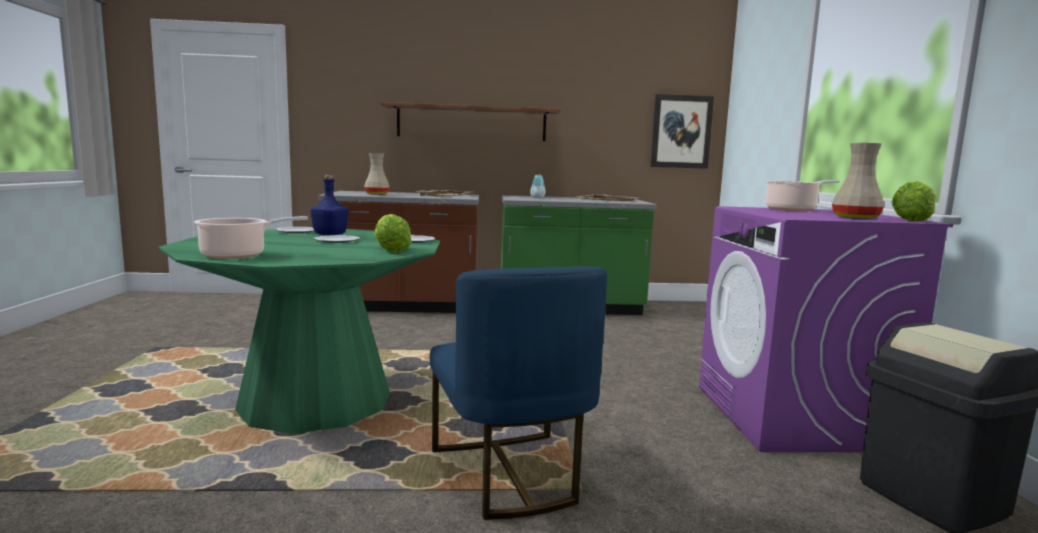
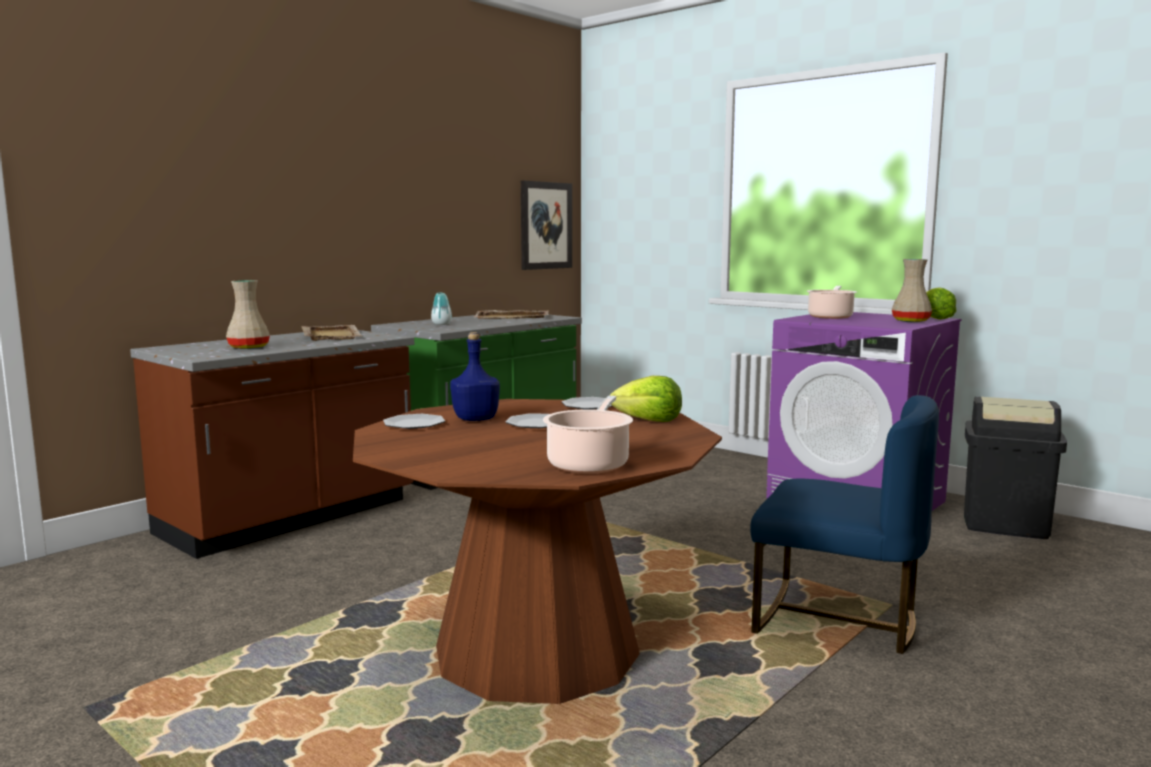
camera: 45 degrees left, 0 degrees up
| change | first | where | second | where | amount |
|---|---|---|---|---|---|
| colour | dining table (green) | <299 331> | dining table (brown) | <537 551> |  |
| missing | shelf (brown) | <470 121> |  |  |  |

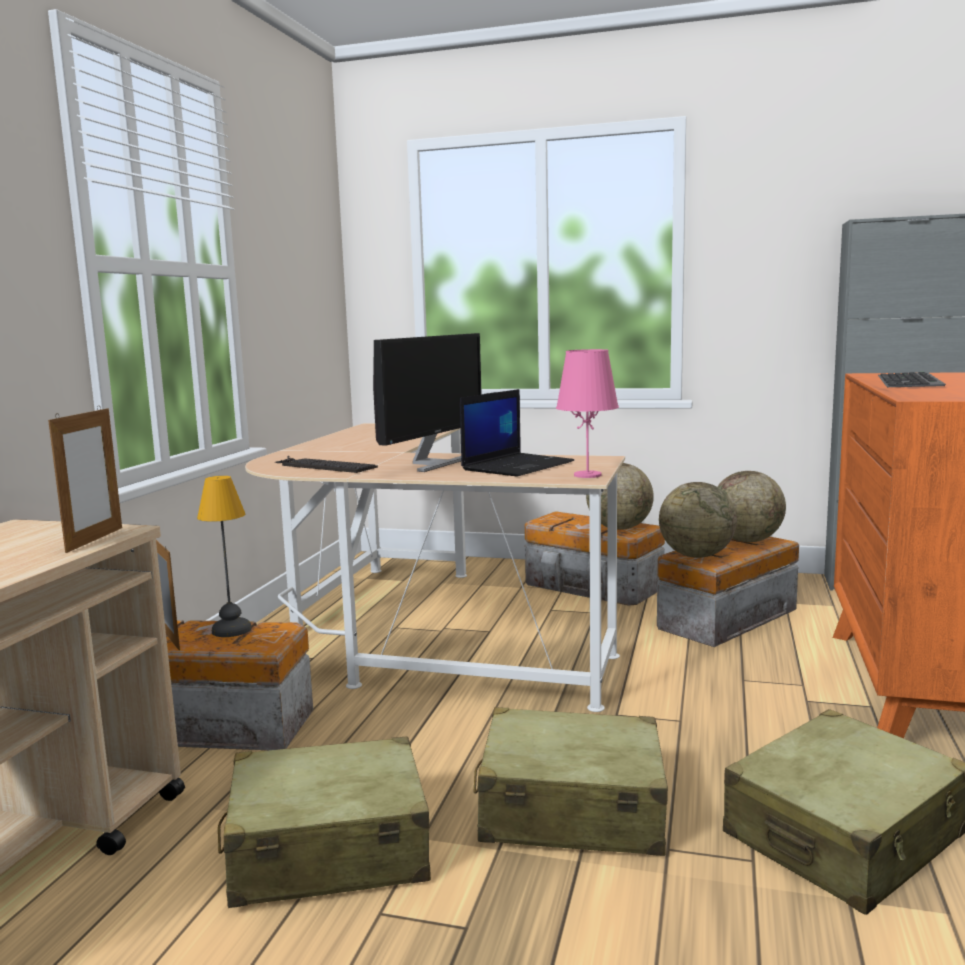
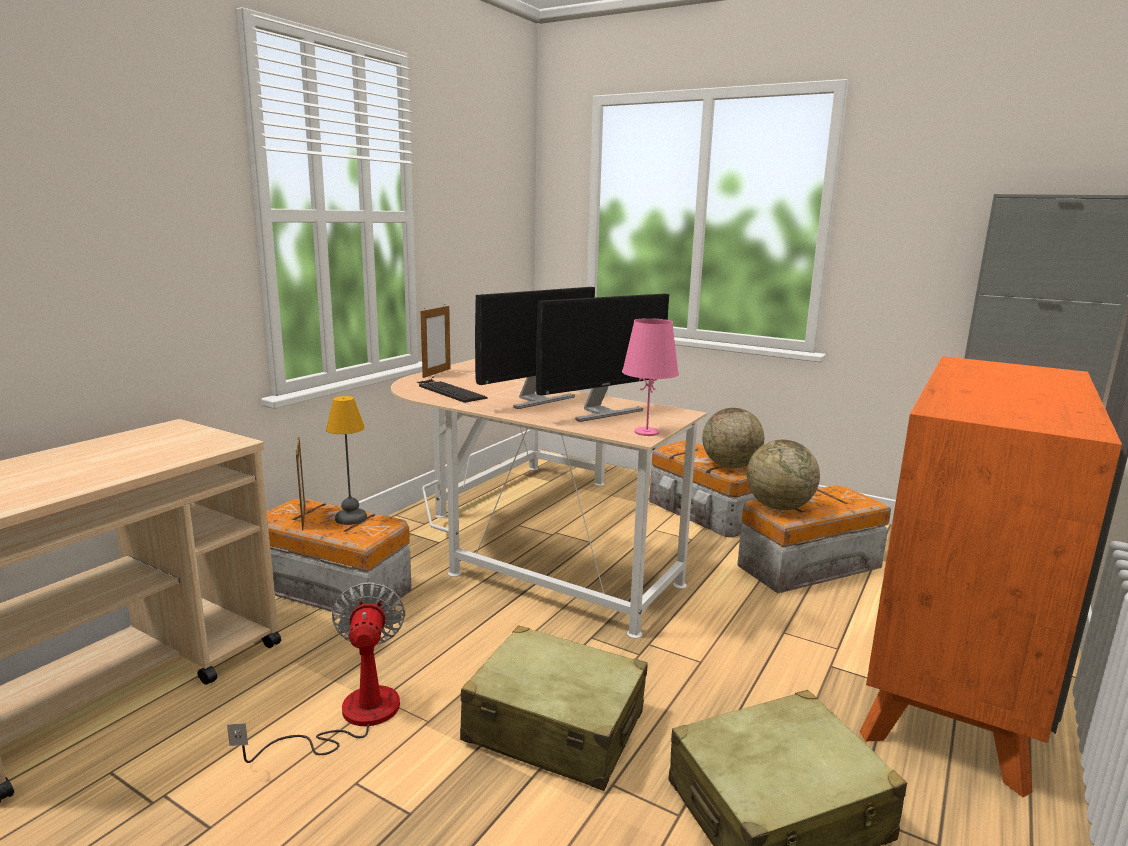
camera: 15 degrees right, 5 degrees up
| change | first | where | second | where | amount |
|---|---|---|---|---|---|
| exchanged | suitcase (beige) | <324 822> | fan | <316 672> |  |
| relocated | picture frame | <85 479> |  | <436 342> |  |
| exchanged | laptop | <517 432> | monitor | <602 358> |  |
| missing | globe | <751 506> |  |  |  |
| missing | keyboard | <912 379> |  |  |  |

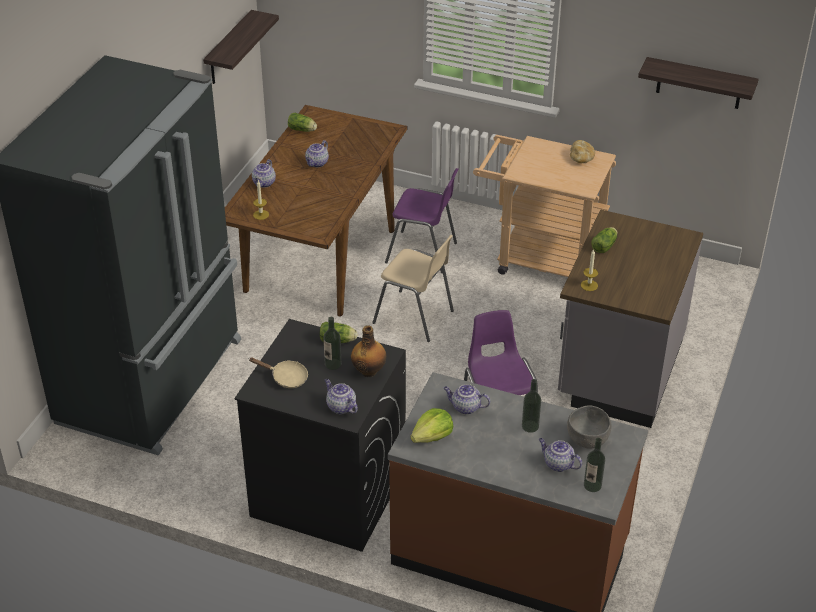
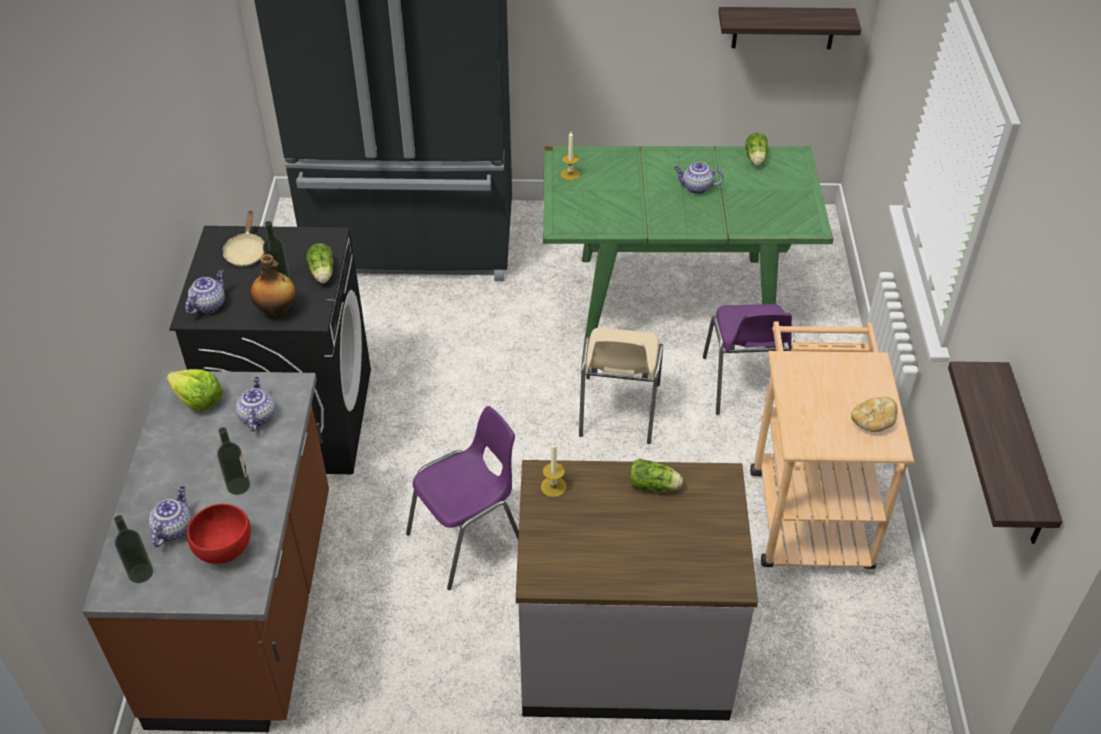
camera: 70 degrees right, 5 degrees up
| change | first | where | second | where | amount |
|---|---|---|---|---|---|
| colour | bowl (grey) | <589 427> | bowl (red) | <219 534> |  |
| colour | dining table (brown) | <316 210> | dining table (green) | <688 247> |  |
| missing | teapot | <264 173> |  |  |  |

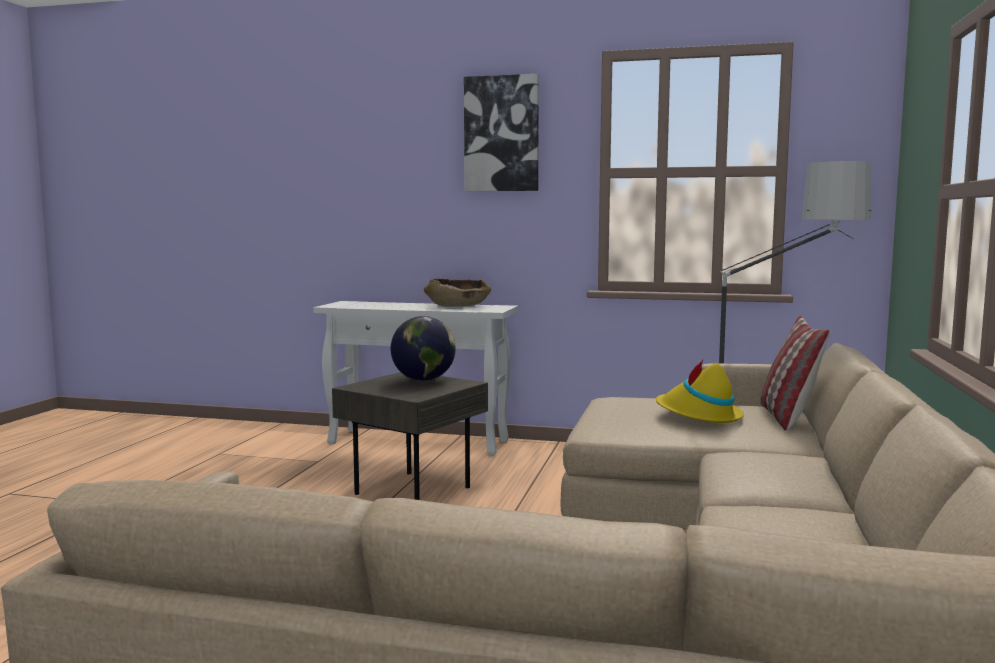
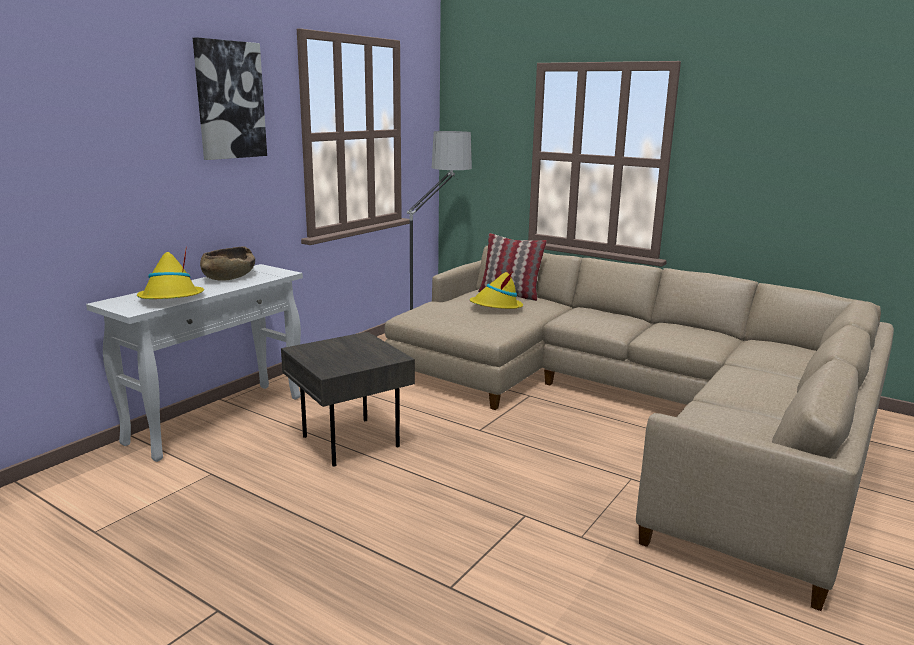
camera: 70 degrees left, 10 degrees up
| change | first | where | second | where | amount |
|---|---|---|---|---|---|
| appeared |  |  | hat (yellow) | <170 272> |  |
| missing | globe | <423 348> |  |  |  |

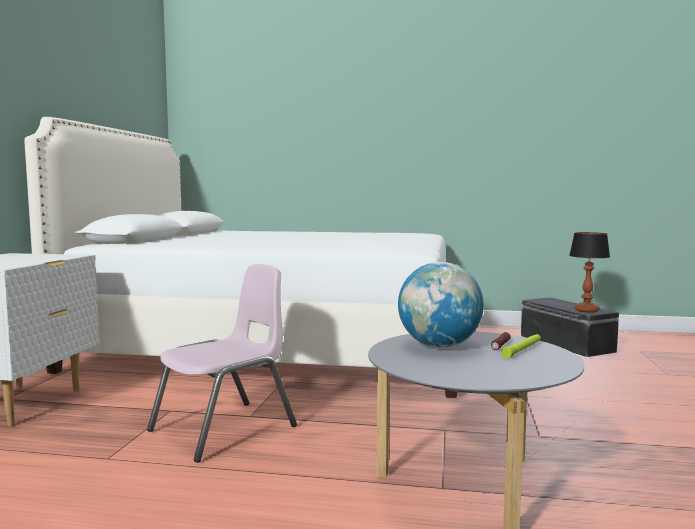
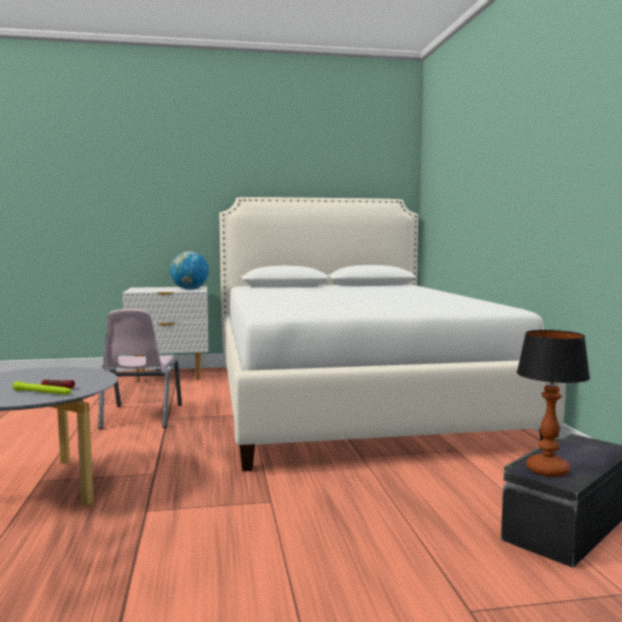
camera: 70 degrees right, 0 degrees up
| change | first | where | second | where | amount |
|---|---|---|---|---|---|
| spun | chair (pink) | <222 363> |  | <140 369> | 60 degrees clockwise |
| relocated | globe | <441 304> |  | <189 270> |  |

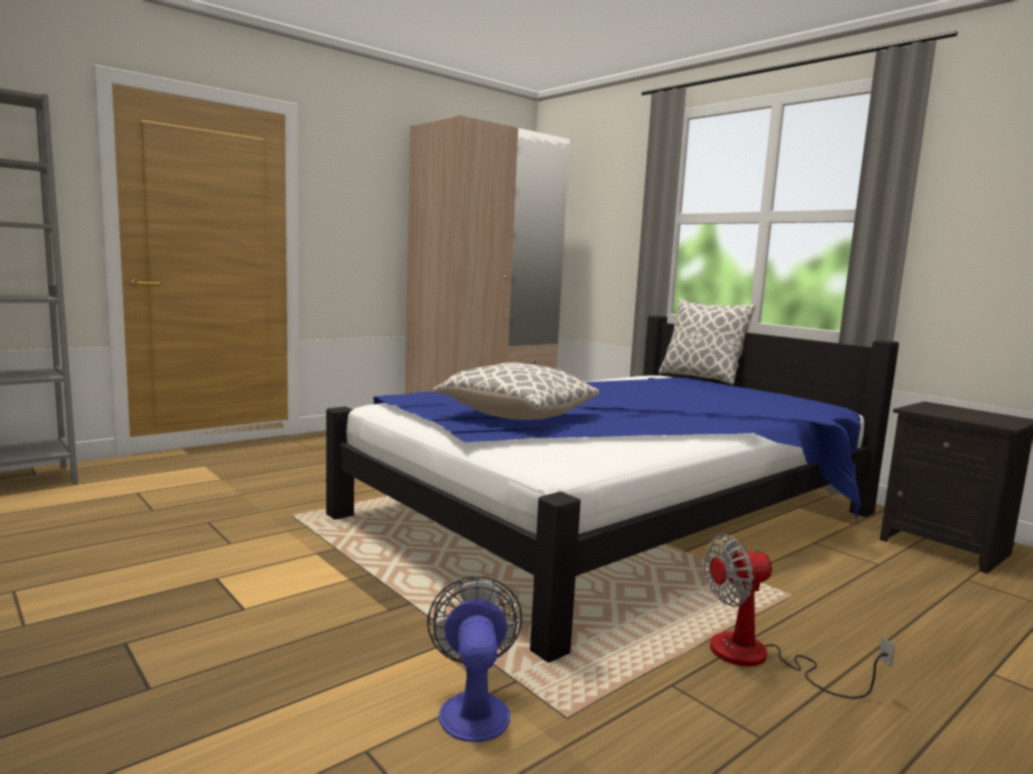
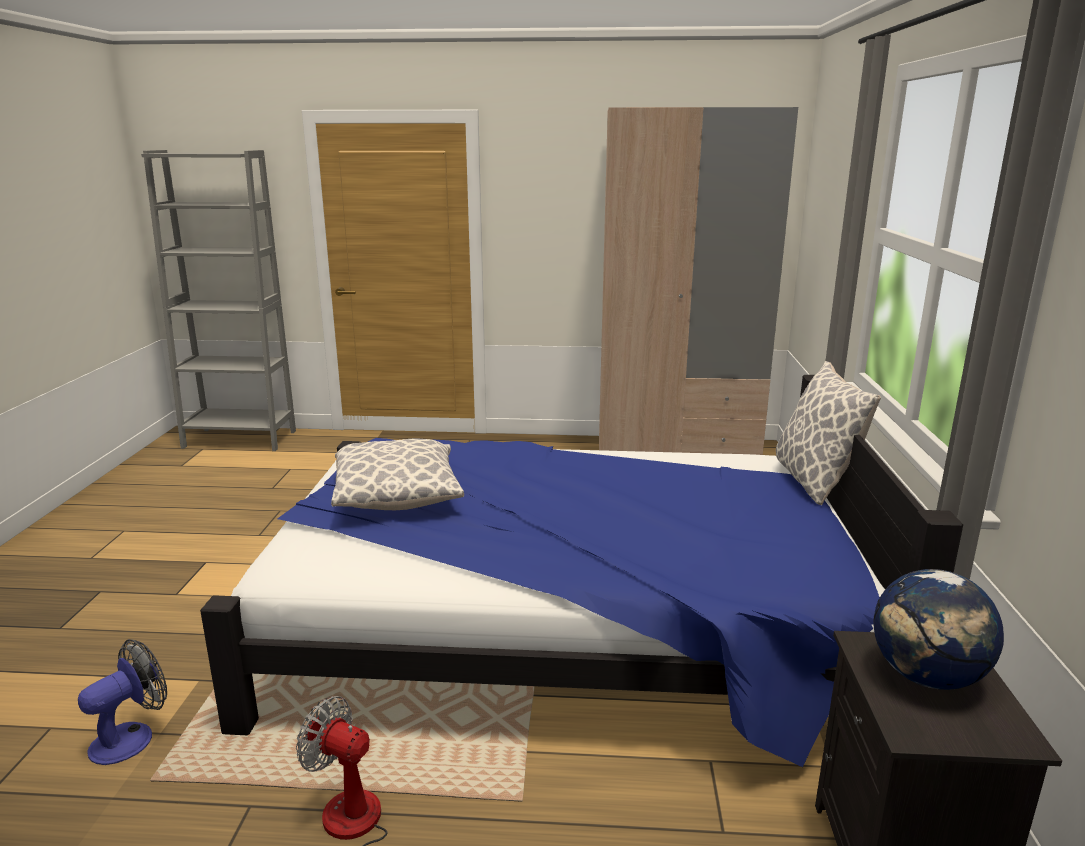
camera: 45 degrees right, 10 degrees up
| change | first | where | second | where | amount |
|---|---|---|---|---|---|
| appeared |  |  | globe | <938 629> |  |

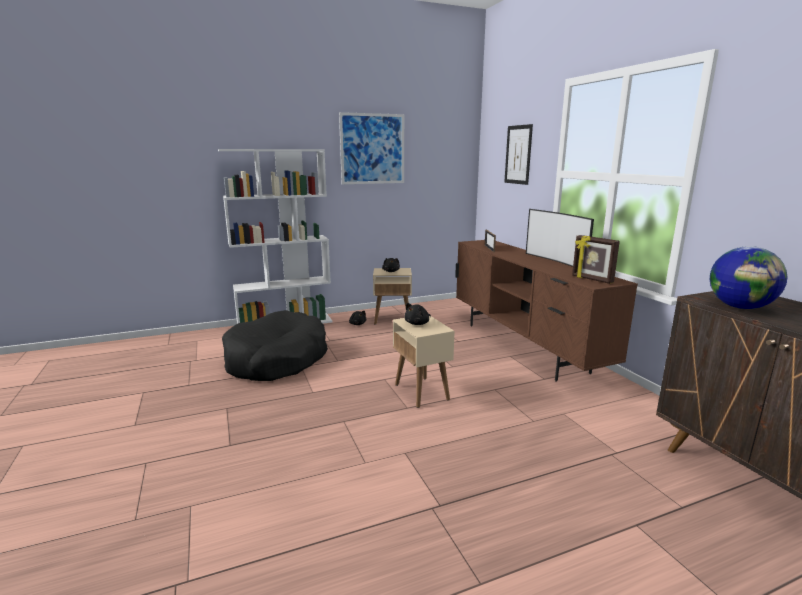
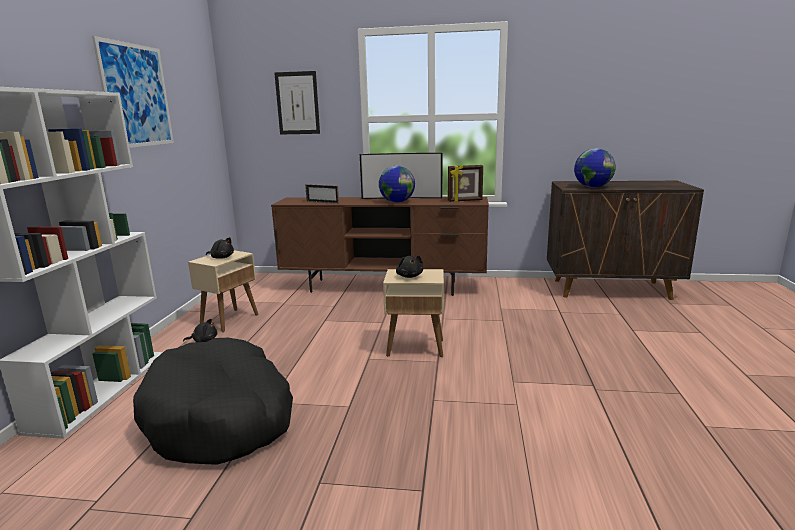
camera: 60 degrees left, 0 degrees up
| change | first | where | second | where | amount |
|---|---|---|---|---|---|
| appeared |  |  | globe | <397 184> |  |

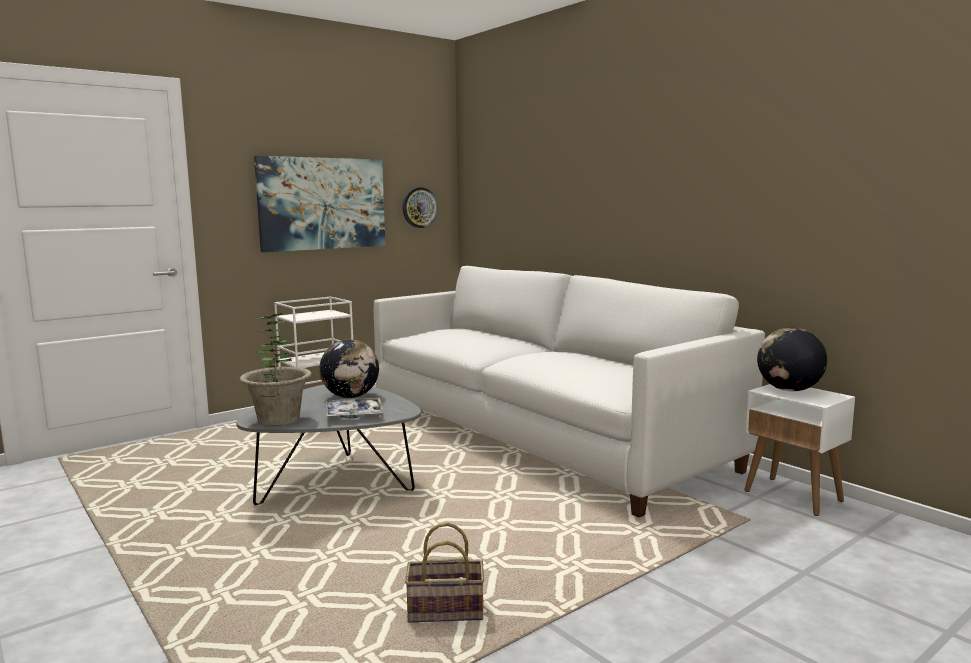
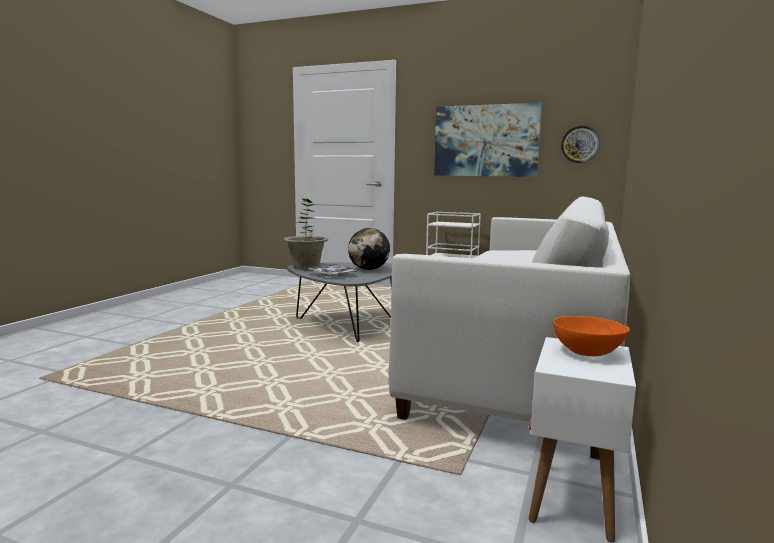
camera: 60 degrees right, 0 degrees up
| change | first | where | second | where | amount |
|---|---|---|---|---|---|
| exchanged | globe | <792 359> | bowl (orange) | <591 336> |  |
| missing | basket | <444 572> |  |  |  |

